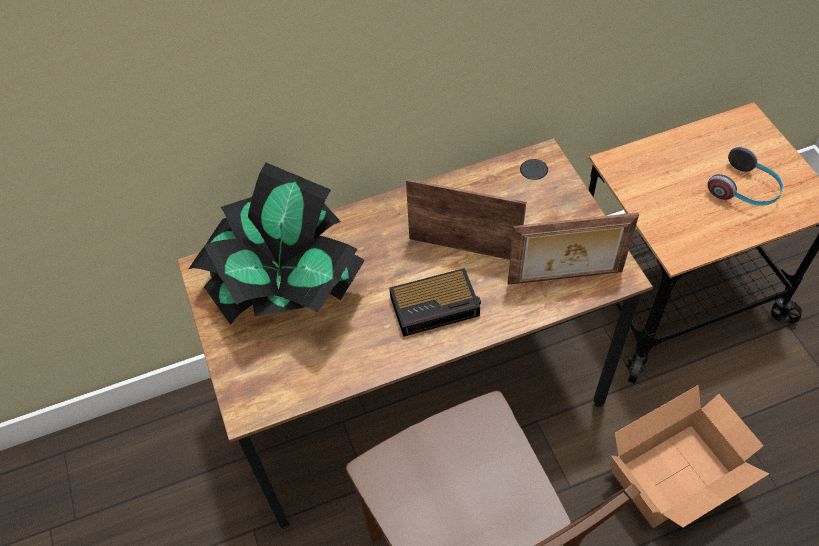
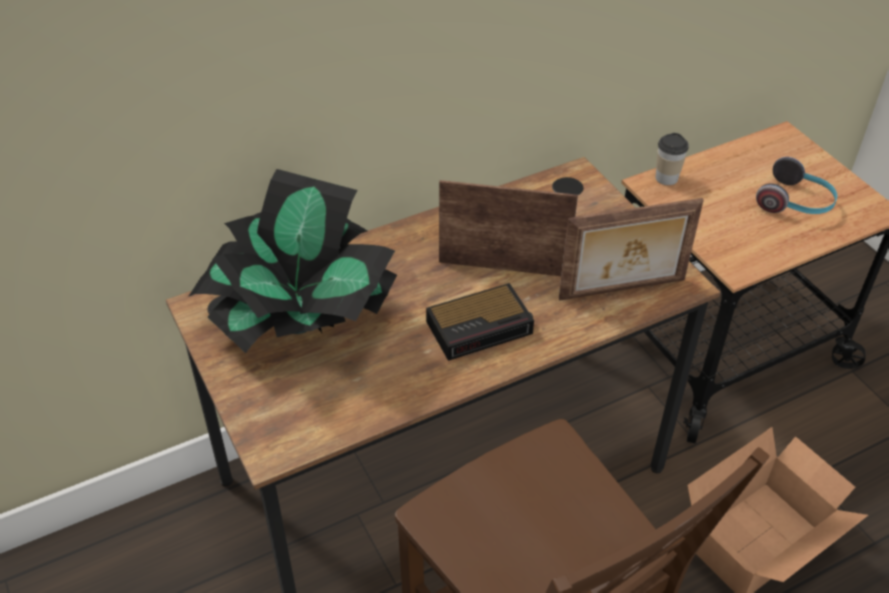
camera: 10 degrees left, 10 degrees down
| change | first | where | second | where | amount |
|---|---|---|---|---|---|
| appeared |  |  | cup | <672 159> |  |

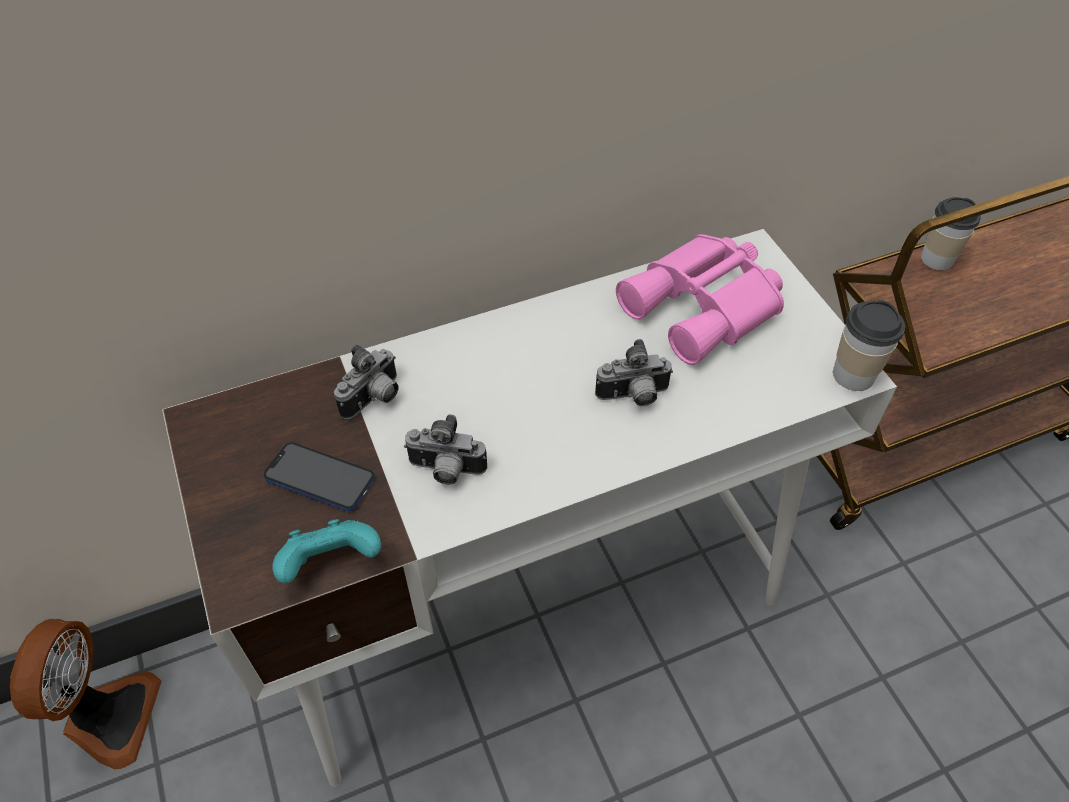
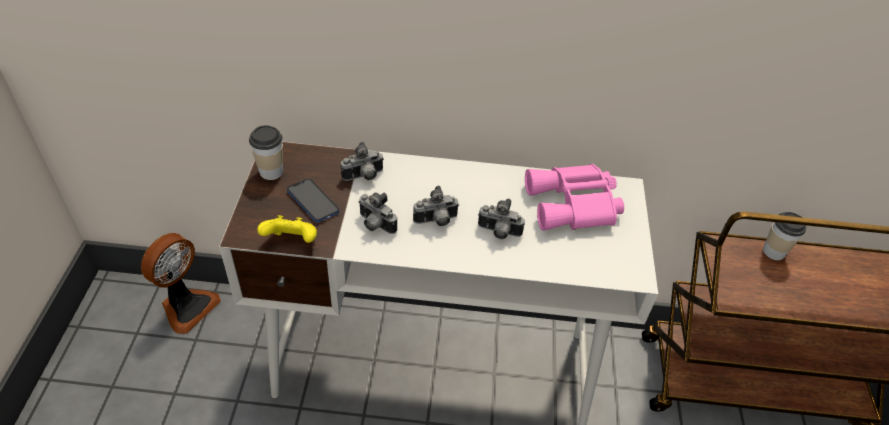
camera: 25 degrees right, 5 degrees down
| change | first | where | second | where | amount |
|---|---|---|---|---|---|
| relocated | cup | <869 345> |  | <266 152> |  |
| colour | game controller (turquoise) | <326 551> | game controller (yellow) | <287 229> |  |
| appeared |  |  | photo camera | <436 206> |  |

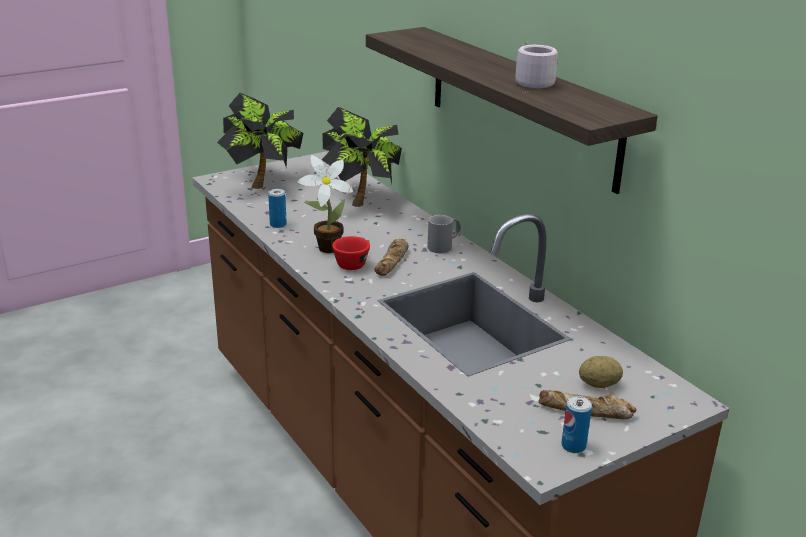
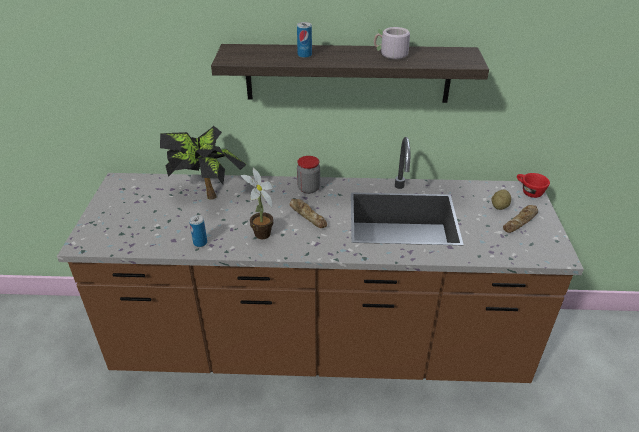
camera: 55 degrees left, 10 degrees up
| change | first | where | second | where | amount |
|---|---|---|---|---|---|
| relocated | can | <576 424> |  | <304 40> |  |
| exchanged | mug (grey) | <444 234> | jar | <308 175> |  |
| relocated | cup (red) | <351 253> |  | <533 185> |  |
| missing | potted plant | <260 141> |  |  |  |

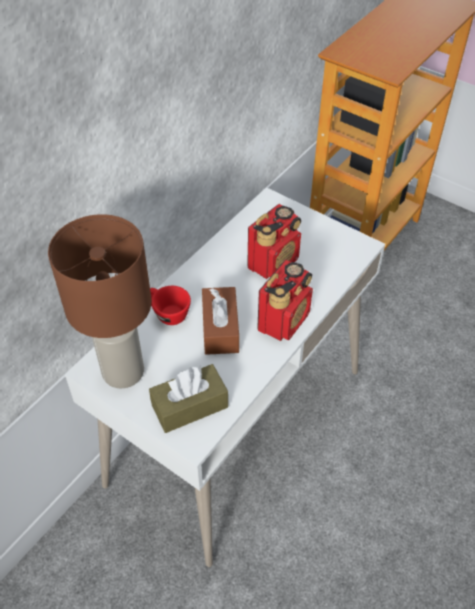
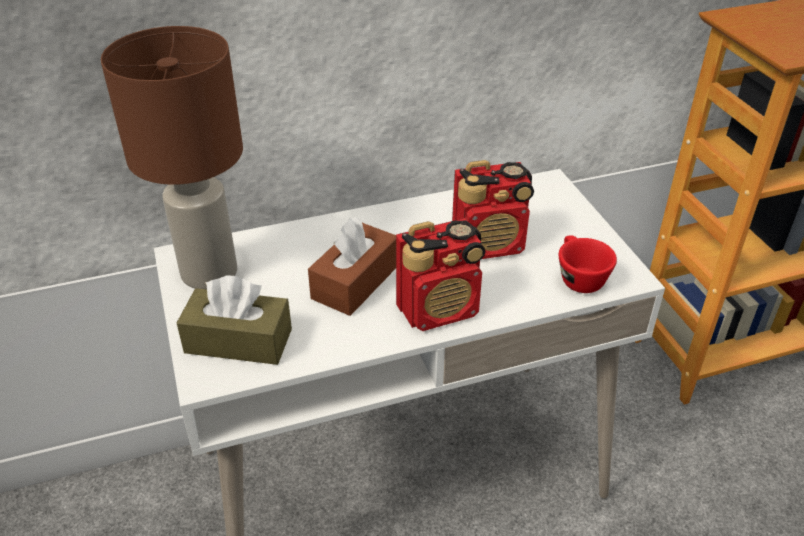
camera: 35 degrees right, 10 degrees down
| change | first | where | second | where | amount |
|---|---|---|---|---|---|
| relocated | cup (red) | <170 305> |  | <588 264> |  |

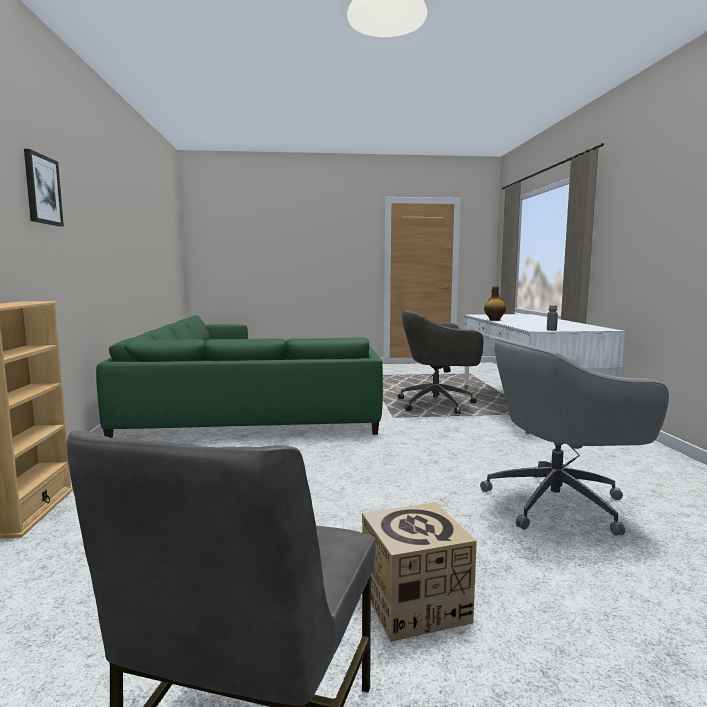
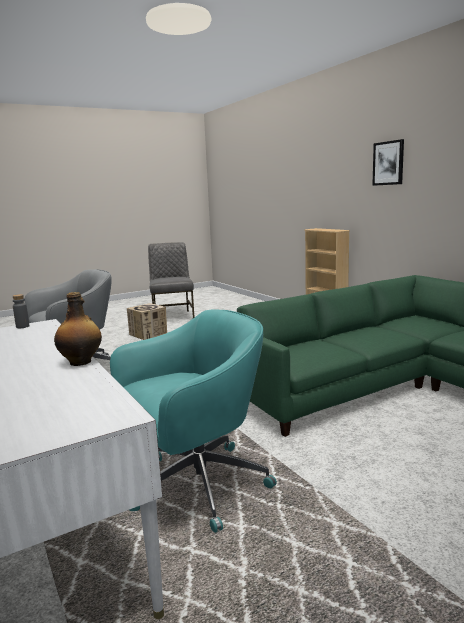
camera: 155 degrees right, 5 degrees up
| change | first | where | second | where | amount |
|---|---|---|---|---|---|
| colour | office chair (grey) | <441 362> | office chair (turquoise) | <193 421> |  |

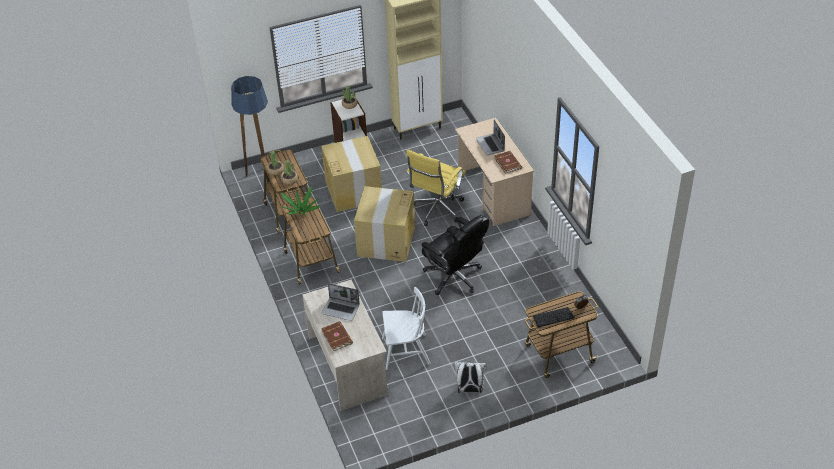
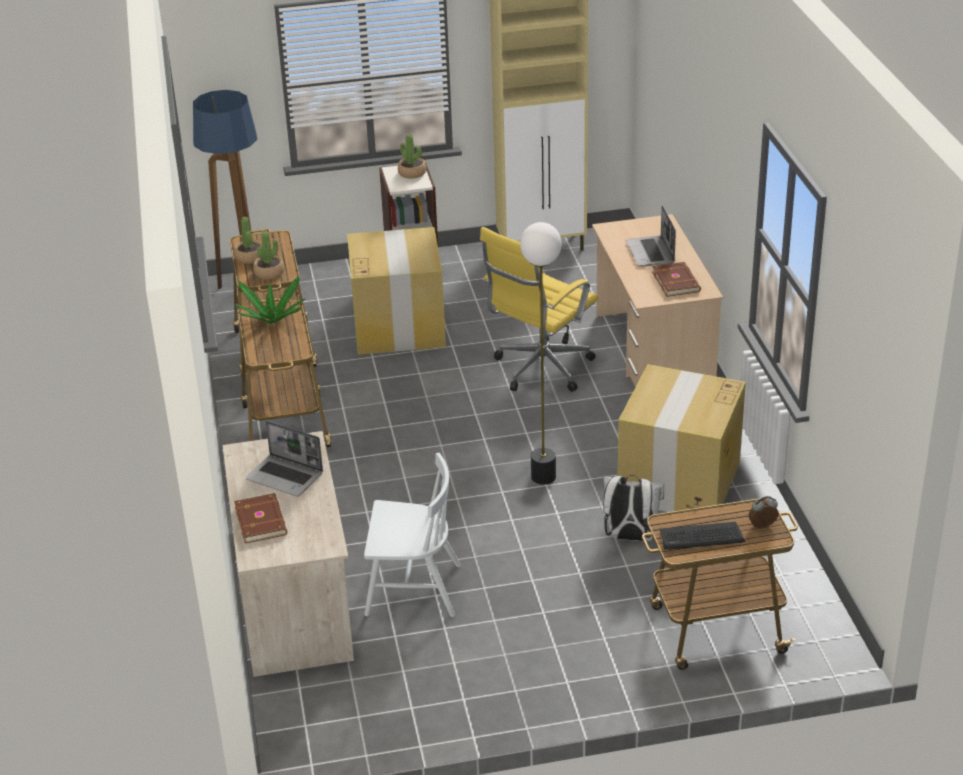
camera: 10 degrees right, 10 degrees down
| change | first | where | second | where | amount |
|---|---|---|---|---|---|
| exchanged | office chair (black) | <455 255> | floor lamp | <541 353> |  |
| relocated | backpack (white) | <470 377> |  | <633 508> |  |
| relocated | cardboard box | <384 224> |  | <681 438> |  |

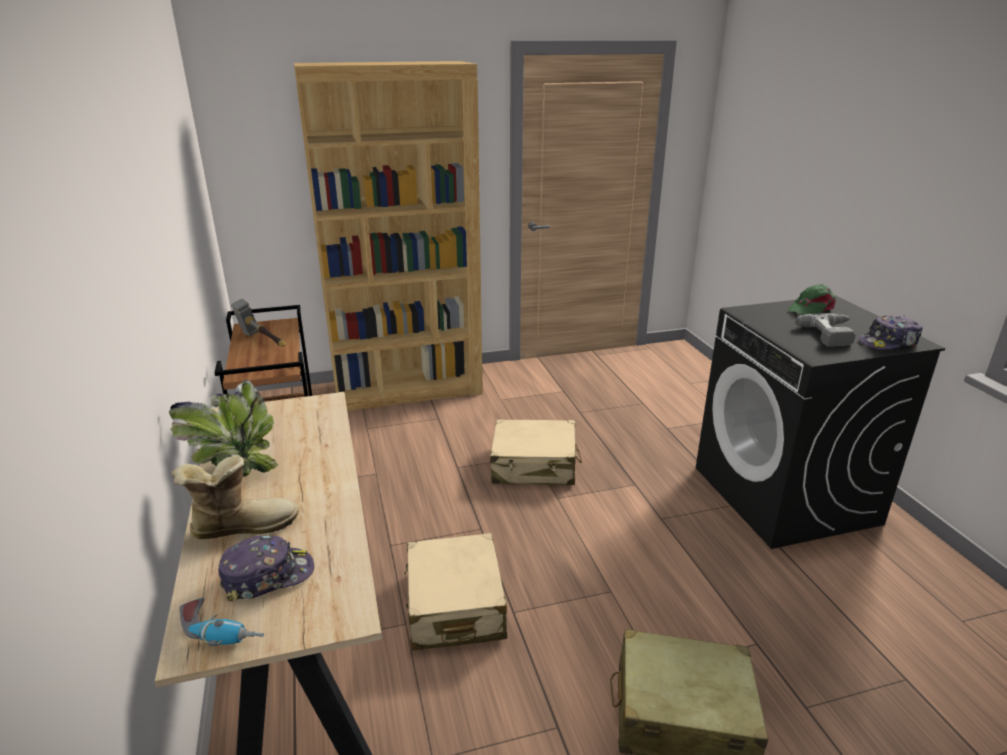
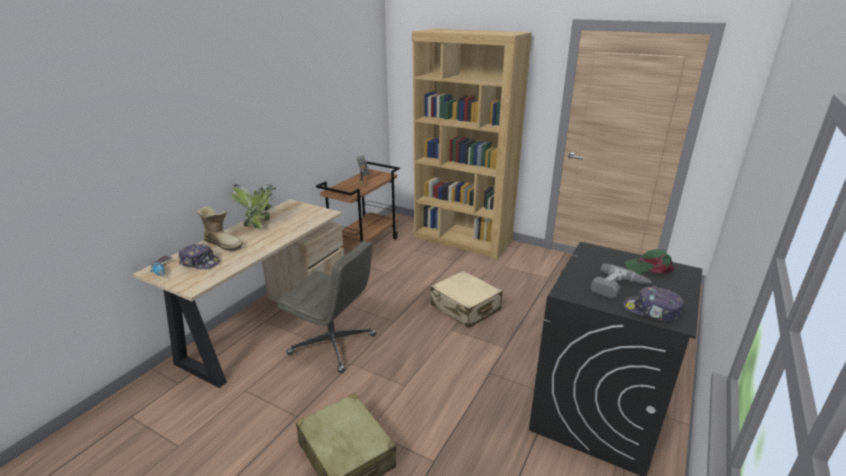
camera: 45 degrees right, 0 degrees up
| change | first | where | second | where | amount |
|---|---|---|---|---|---|
| exchanged | suitcase (beige) | <455 592> | office chair (grey) | <327 306> |  |

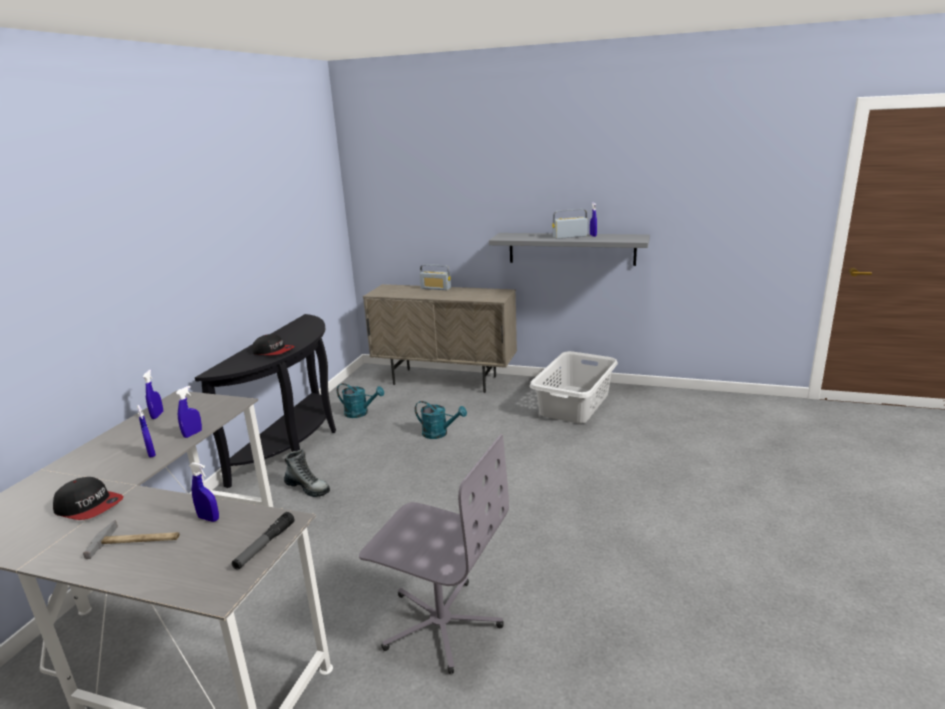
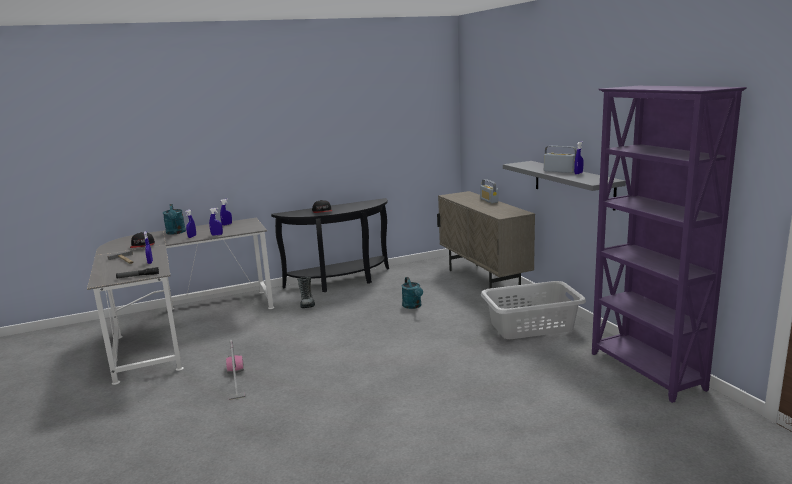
camera: 50 degrees right, 5 degrees down
| change | first | where | second | where | amount |
|---|---|---|---|---|---|
| relocated | watering can (turquoise) | <360 400> |  | <174 219> |  |
| exchanged | office chair (grey) | <434 554> | vacuum cleaner | <235 370> |  |
| appeared |  |  | bookcase (purple) | <669 244> |  |

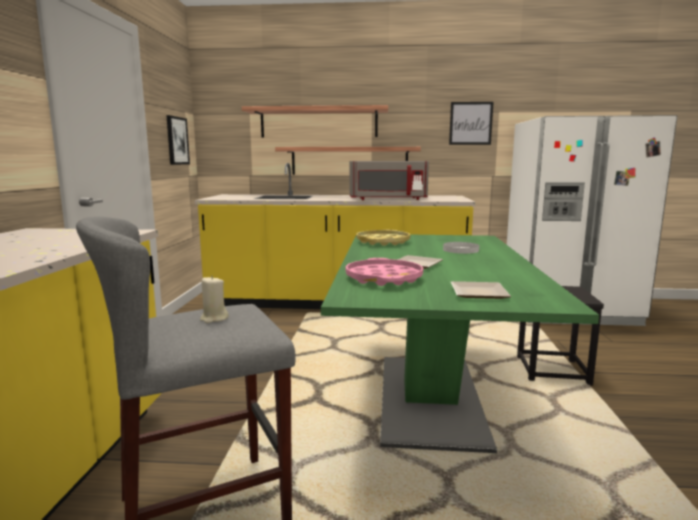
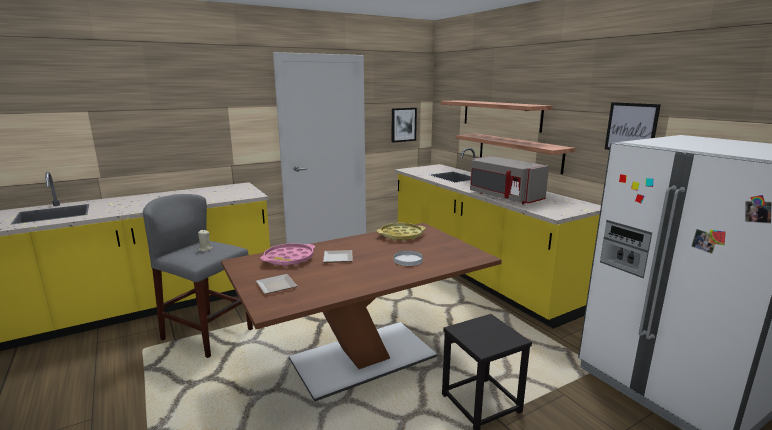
camera: 55 degrees right, 5 degrees up
| change | first | where | second | where | amount |
|---|---|---|---|---|---|
| colour | dining table (green) | <460 343> | dining table (brown) | <361 312> |  |

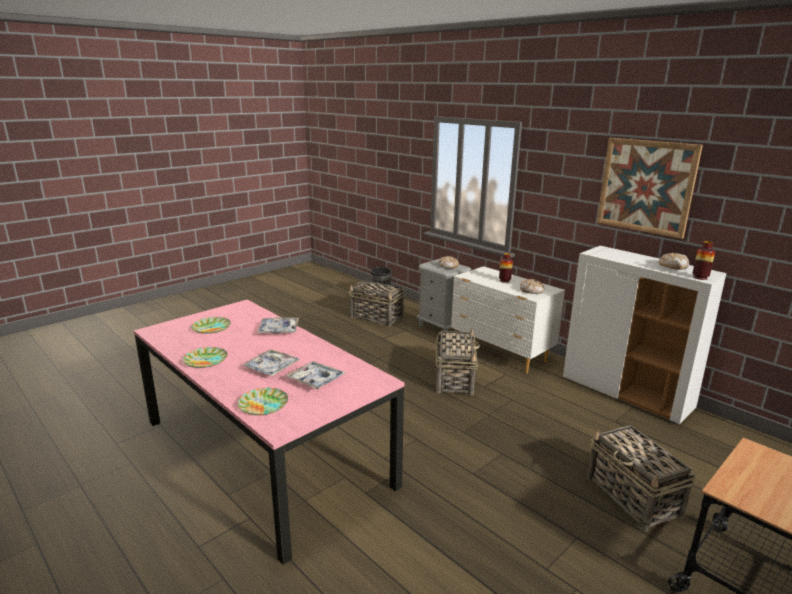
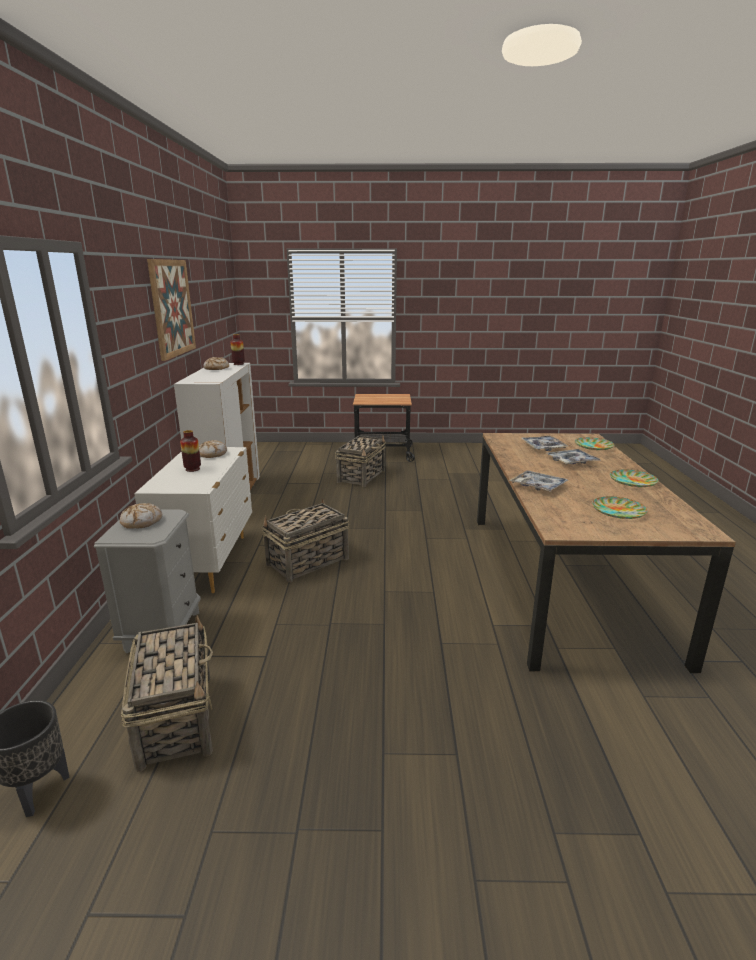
camera: 135 degrees left, 0 degrees up
| change | first | where | second | where | amount |
|---|---|---|---|---|---|
| colour | dining table (pink) | <269 432> | dining table (brown) | <606 553> |  |

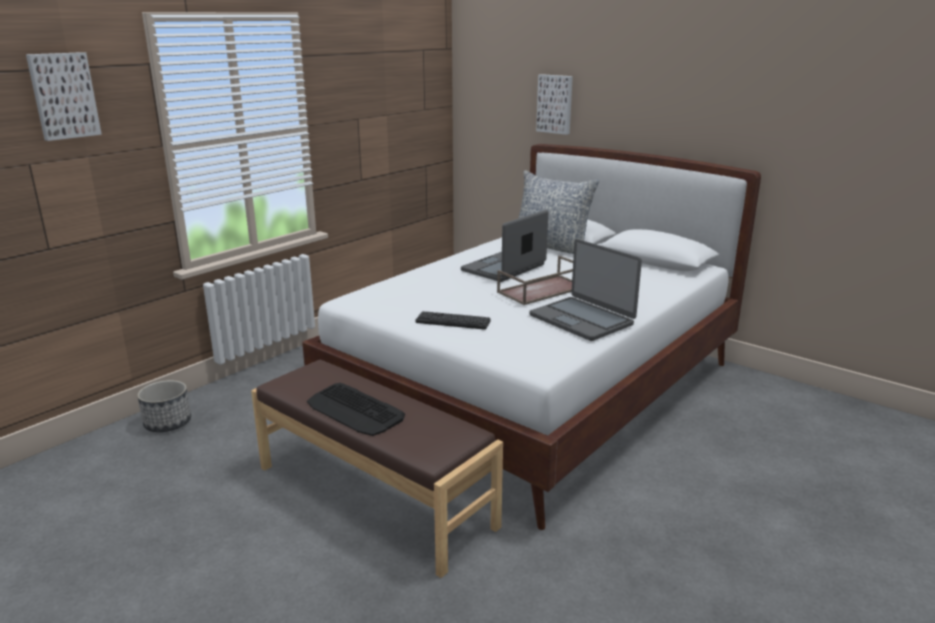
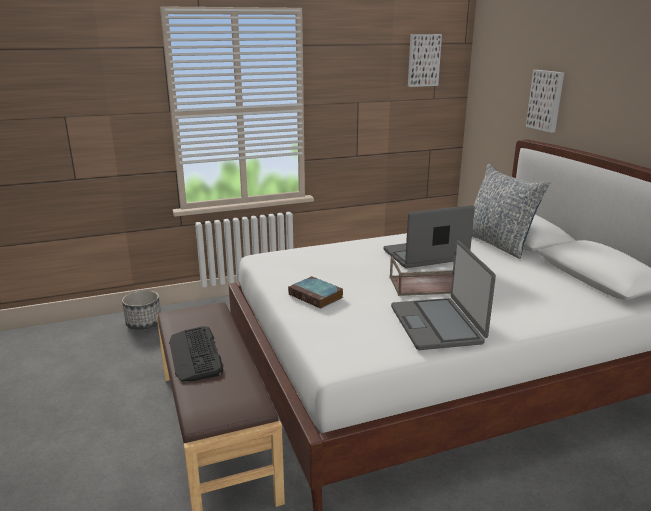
camera: 30 degrees right, 0 degrees up
| change | first | where | second | where | amount |
|---|---|---|---|---|---|
| exchanged | keyboard | <453 320> | book | <315 292> |  |
| relocated | picture | <64 96> |  | <425 60> |  |

